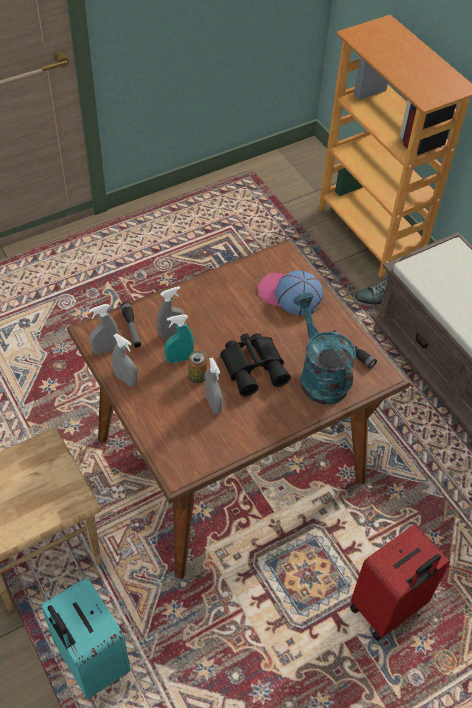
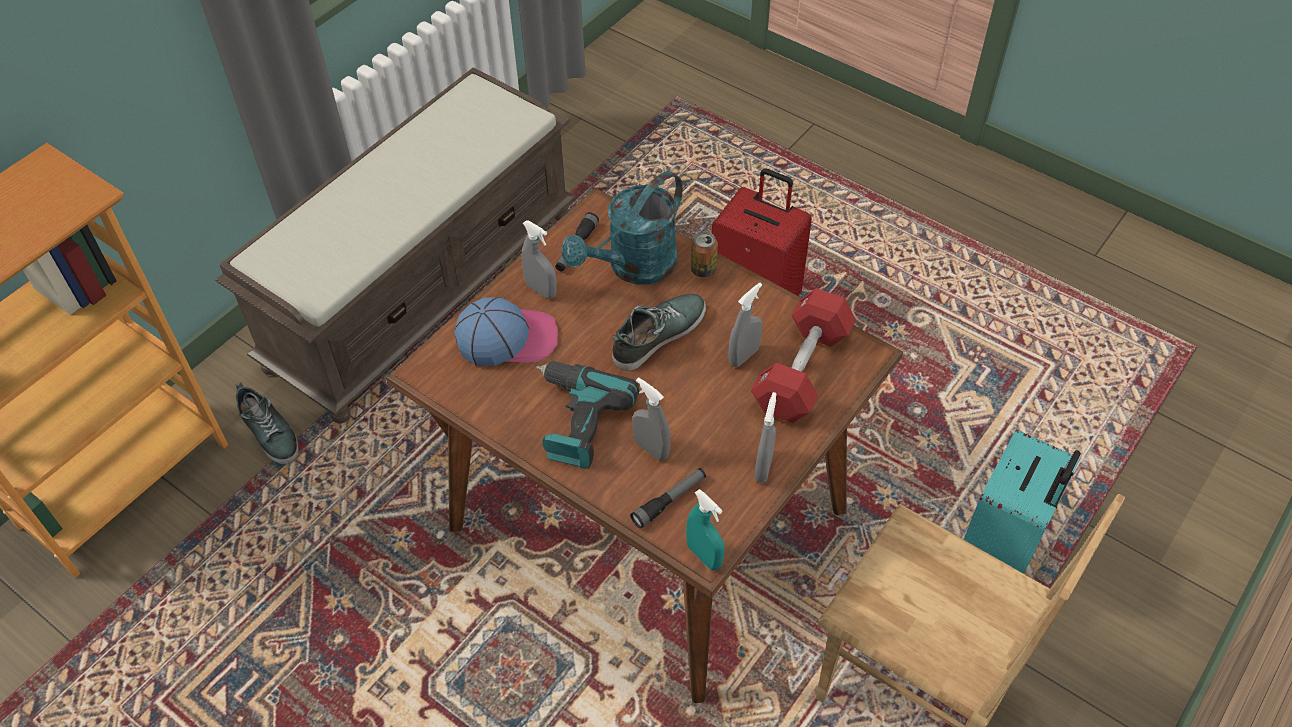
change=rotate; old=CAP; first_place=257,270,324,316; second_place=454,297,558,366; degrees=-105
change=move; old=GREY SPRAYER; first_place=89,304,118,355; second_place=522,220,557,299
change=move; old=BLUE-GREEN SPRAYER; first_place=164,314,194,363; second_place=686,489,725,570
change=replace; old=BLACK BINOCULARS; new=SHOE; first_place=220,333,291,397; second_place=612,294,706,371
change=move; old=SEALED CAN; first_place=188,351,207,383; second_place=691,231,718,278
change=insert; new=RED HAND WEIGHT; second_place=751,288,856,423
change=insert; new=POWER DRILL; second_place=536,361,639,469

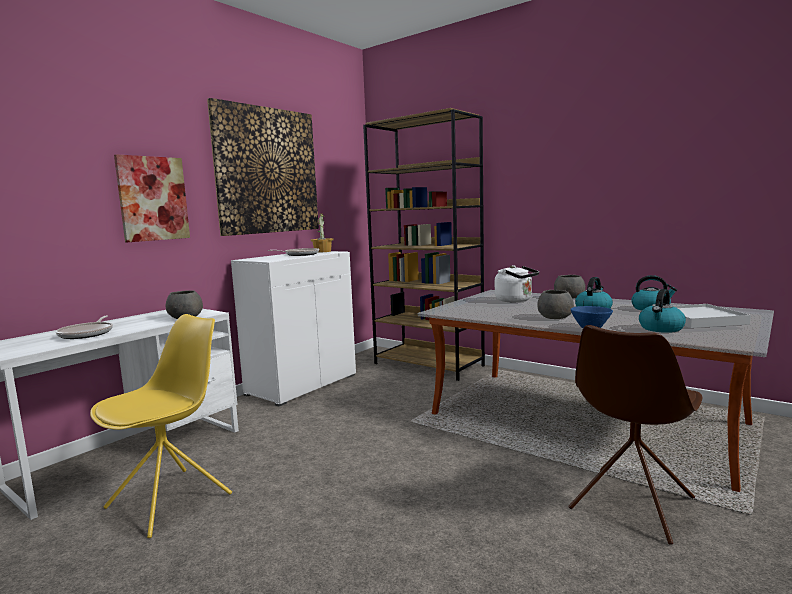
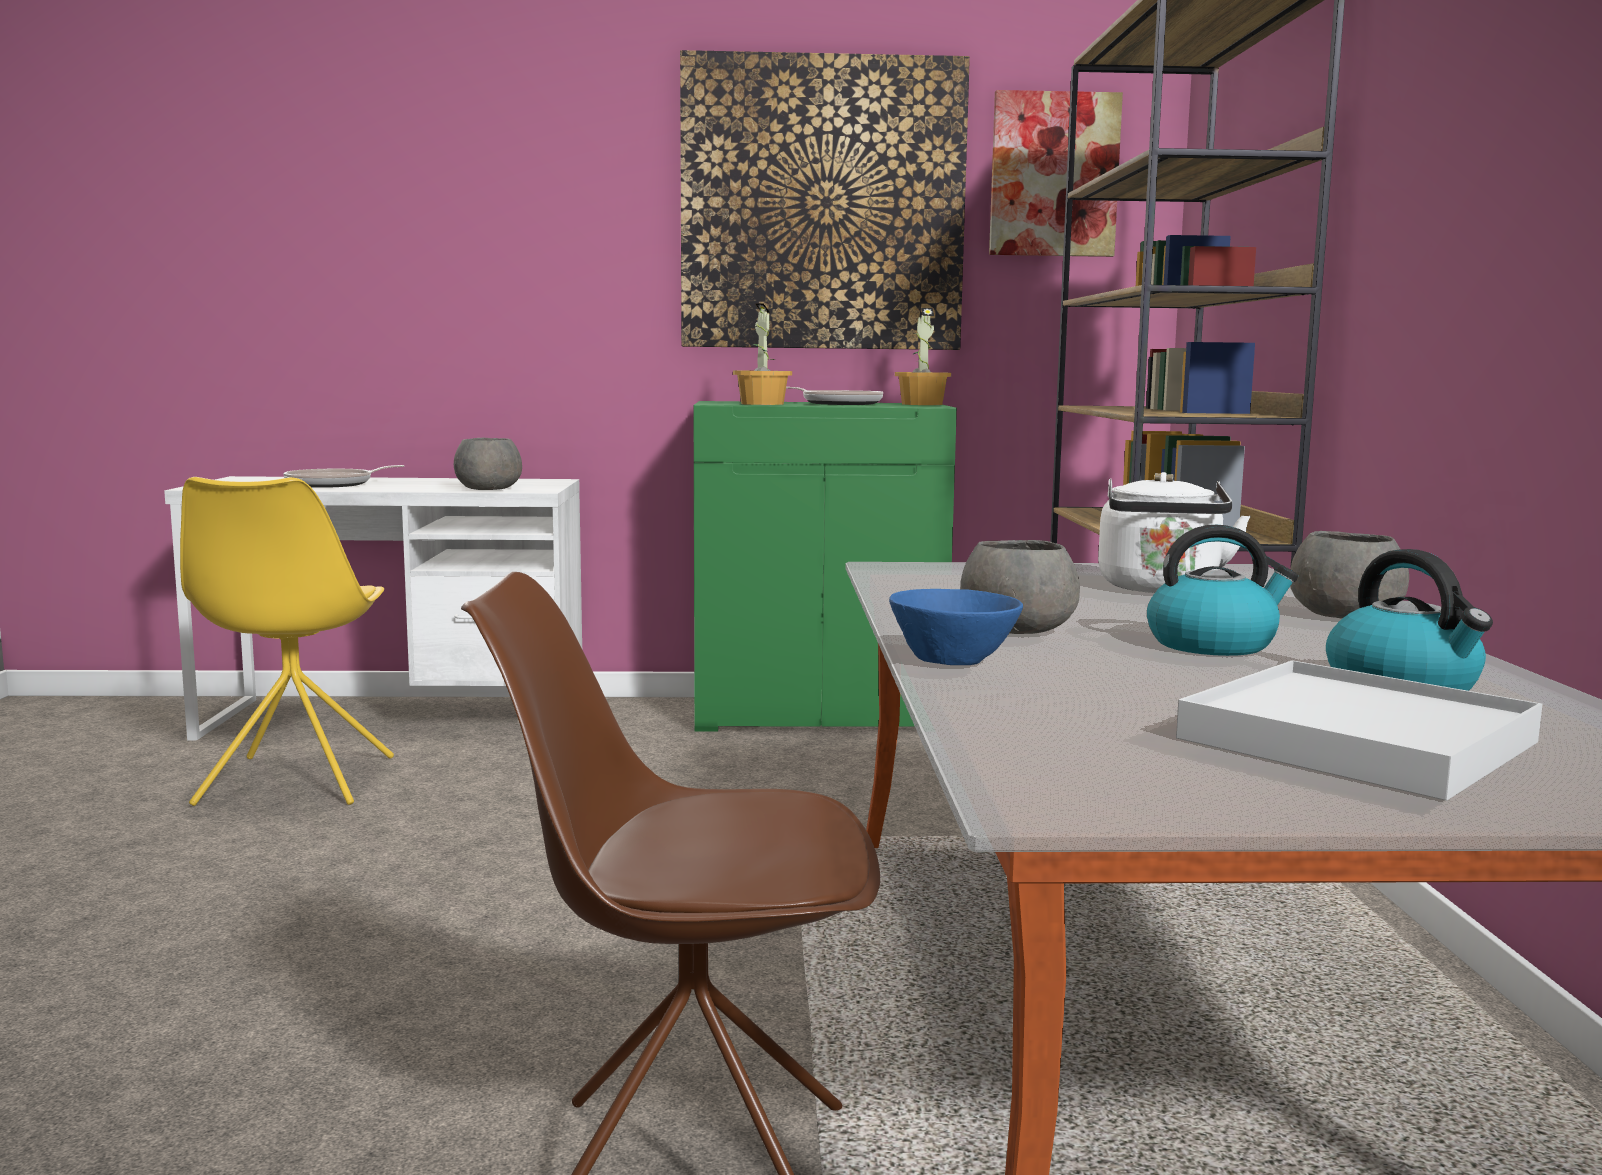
change=move; old=PICTURE; first_place=114,154,190,242; second_place=989,90,1123,257
change=recolor; old=WHITE-COLOURED CUPBOARD; new=GREEN-COLOURED CUPBOARD; first_place=231,251,356,406; second_place=694,401,957,732
change=delete; old=TEA KETTLE; first_place=639,289,686,333
change=rotate; old=YELLOWISH PLAIN CHAIR; first_place=90,314,232,538; second_place=180,477,394,806; degrees=90
change=insert; new=POTTED PLANT; second_place=733,303,792,405

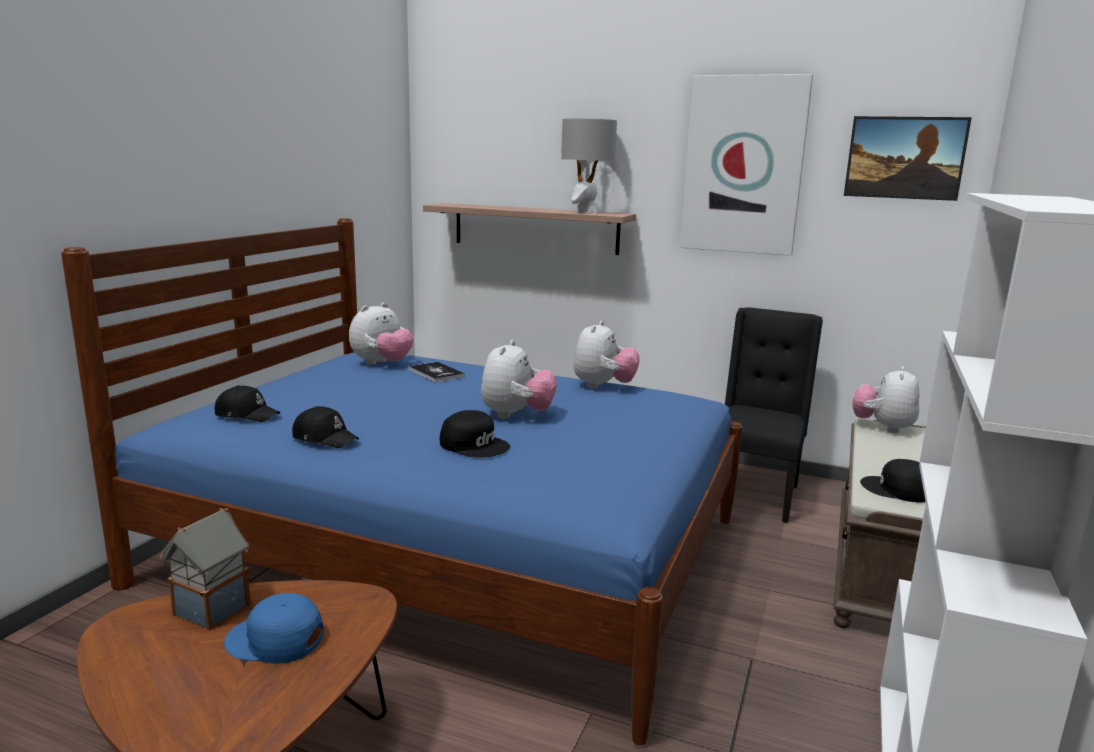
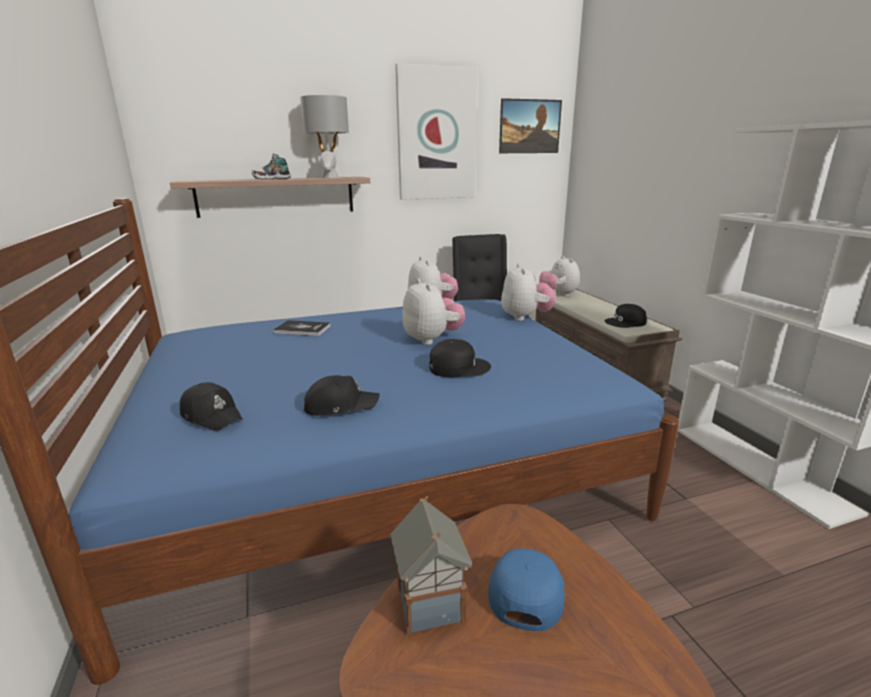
change=move; old=CUDDLY TOY; first_place=349,302,414,365; second_place=501,263,555,321
change=rotate; old=BLACK CAP; first_place=215,385,280,422; second_place=180,382,243,431; degrees=60
change=rotate; old=BLUISH CAP; first_place=224,593,324,664; second_place=488,548,565,631; degrees=135
change=insert; new=SHOE; second_place=252,154,291,180

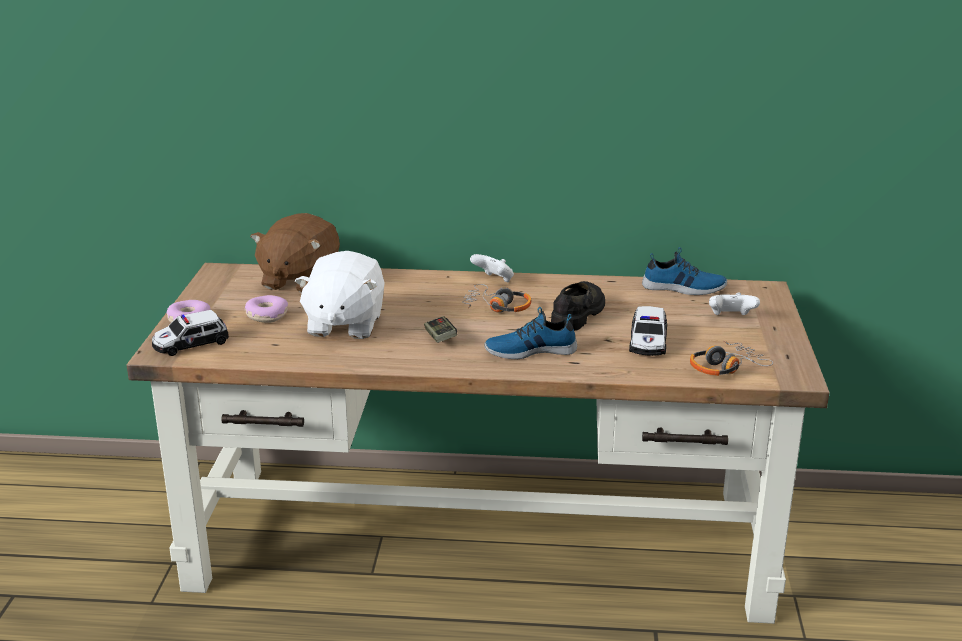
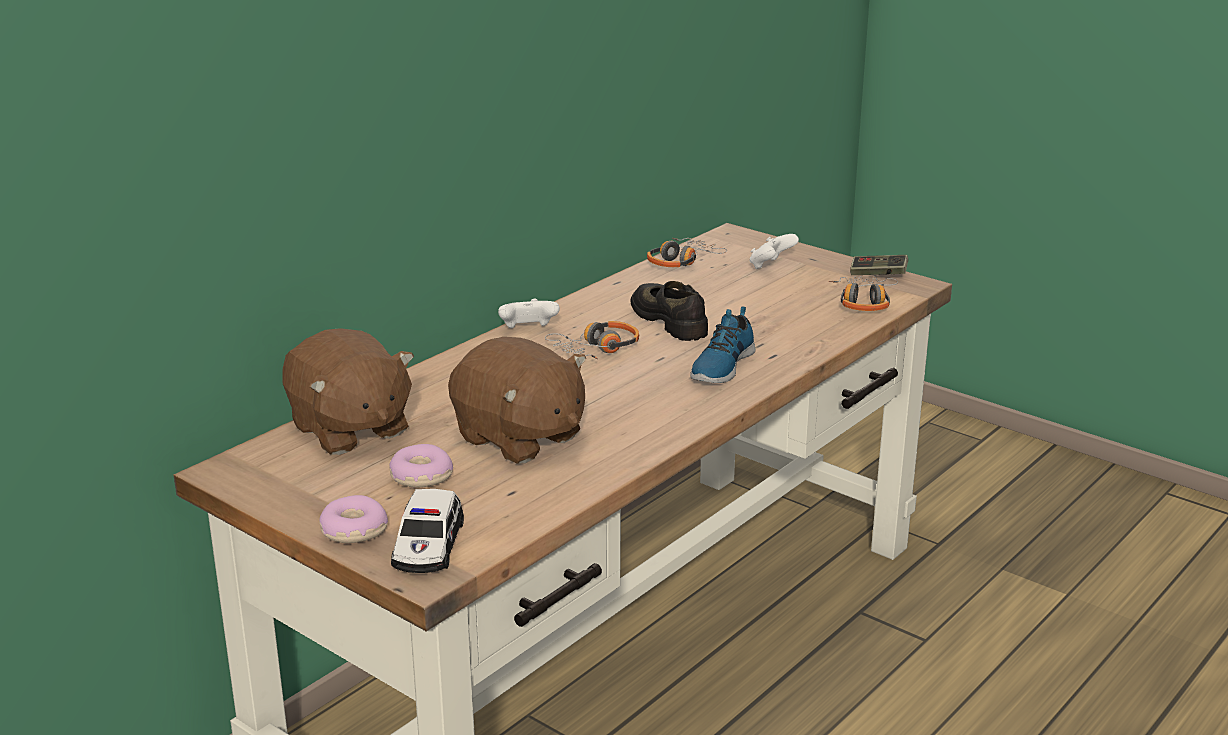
change=replace; old=SHOE; new=HEADSET; first_place=642,247,727,295; second_place=647,238,727,267
change=recolor; old=WHITE-COLOURED CUDDLY TOY; new=BROWN-COLOURED CUDDLY TOY; first_place=294,251,385,339; second_place=448,337,586,464
change=delete; old=MODEL CAR; first_place=629,306,667,356
change=move; old=JOYPAD; first_place=424,316,457,343; second_place=850,255,908,275

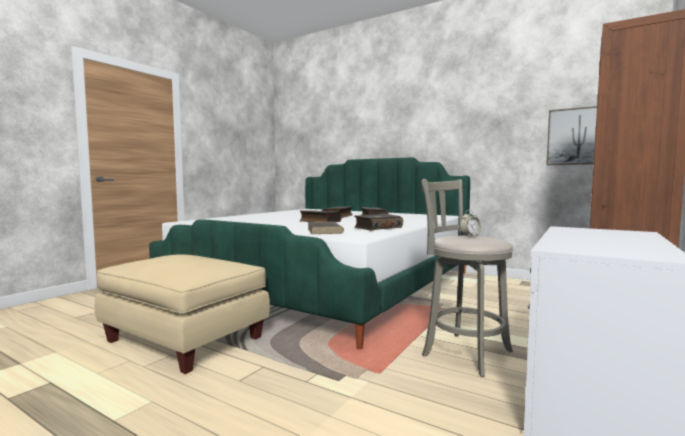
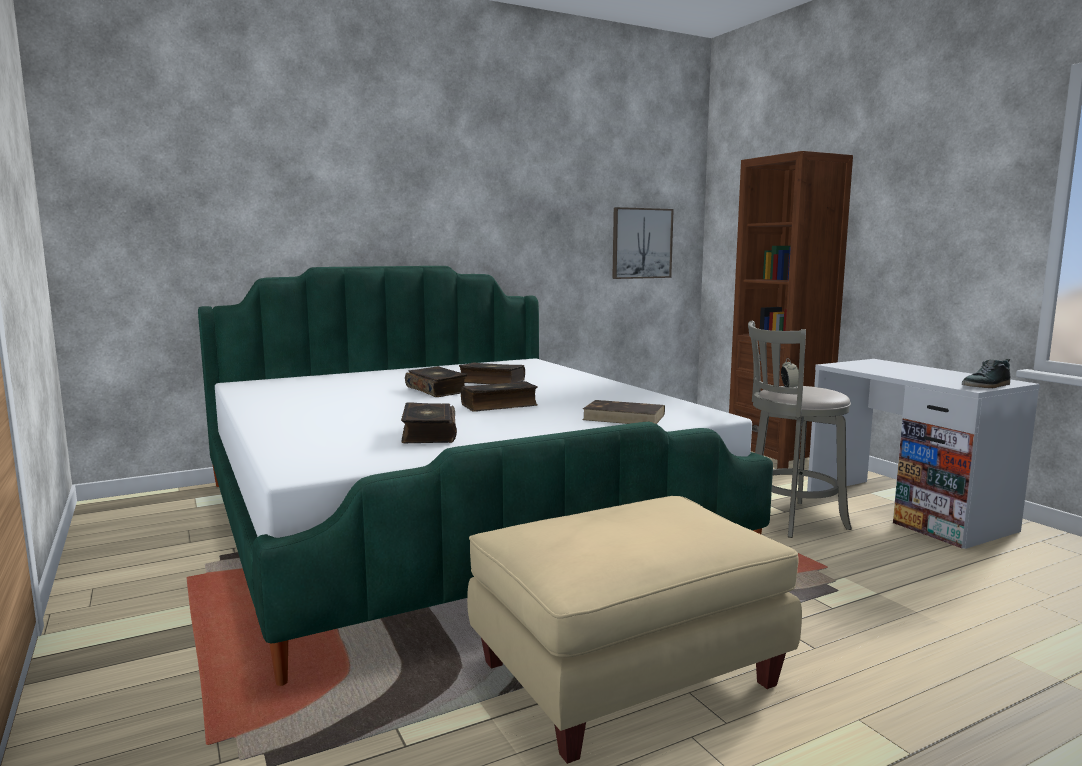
change=move; old=BOUND BOOK; first_place=354,213,403,230; second_place=401,402,457,443
change=insert; new=SHOE; second_place=962,359,1011,388

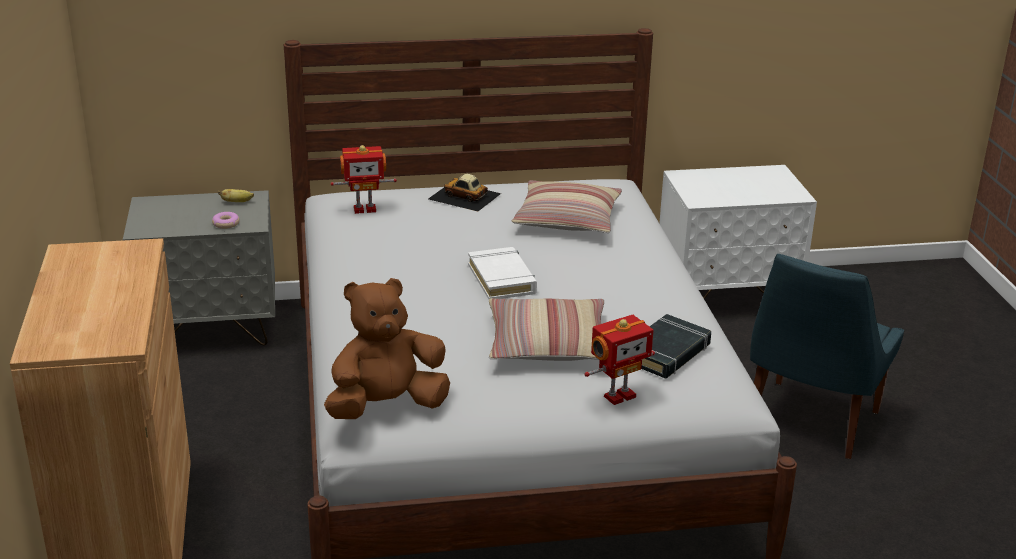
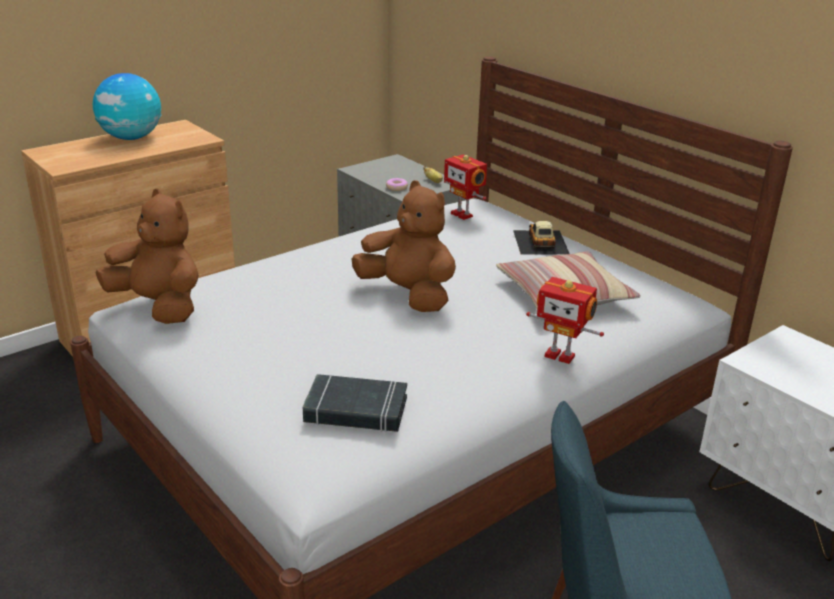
change=replace; old=WHITE-COLOURED BOUND BOOK; new=BROWN-COLOURED CUDDLY TOY; first_place=468,247,537,299; second_place=352,181,456,312
change=delete; old=THROW PILLOW; first_place=489,298,604,361
change=move; old=MODEL ROBOT; first_place=584,315,655,405; second_place=526,277,604,364
change=insert; new=GLOBE; second_place=93,73,162,140

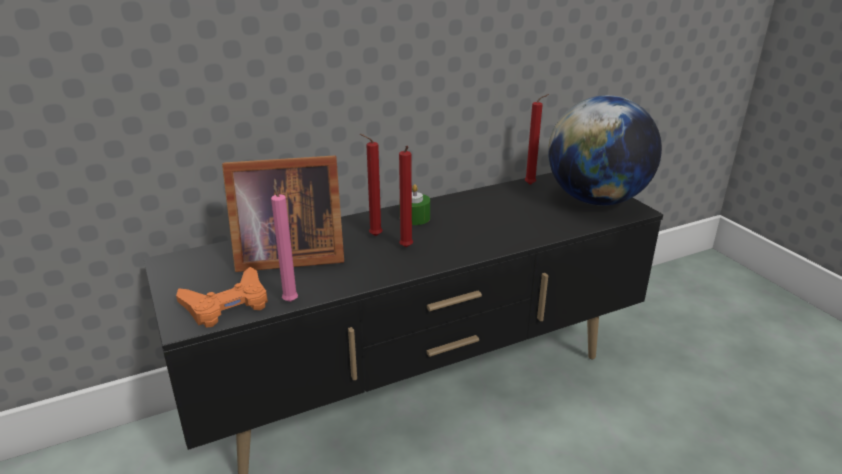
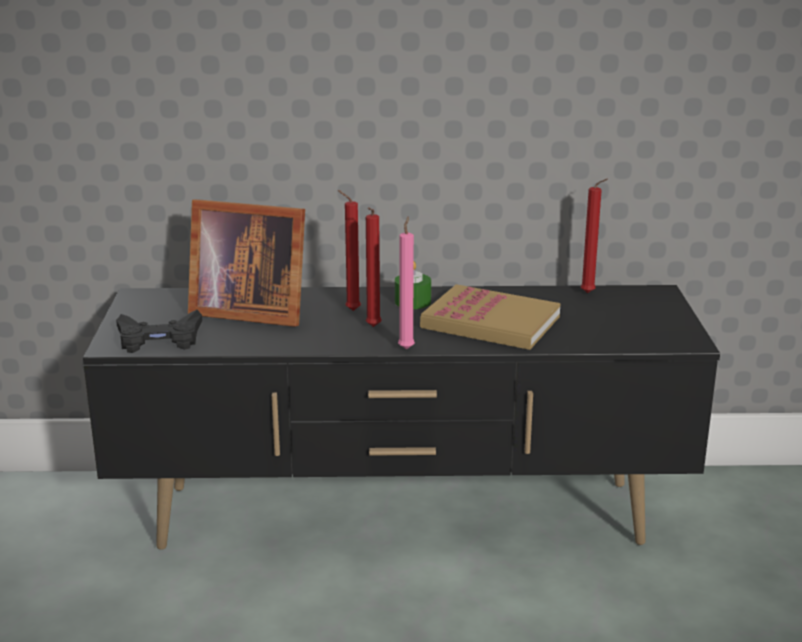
change=delete; old=GLOBE; first_place=548,95,662,206
change=move; old=PINK-COLOURED CANDLE; first_place=271,179,298,302; second_place=398,217,415,349
change=recolor; old=ORANGEY JOYPAD; new=BLACK JOYPAD; first_place=176,267,268,328; second_place=116,310,202,353
change=insert; new=BOUND BOOK; second_place=420,284,560,350

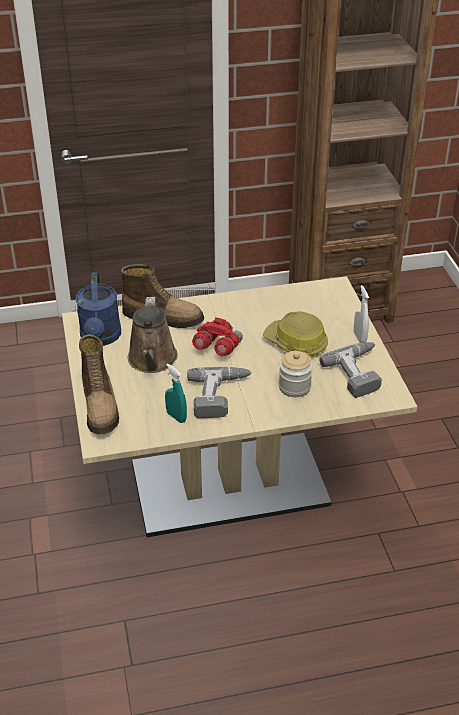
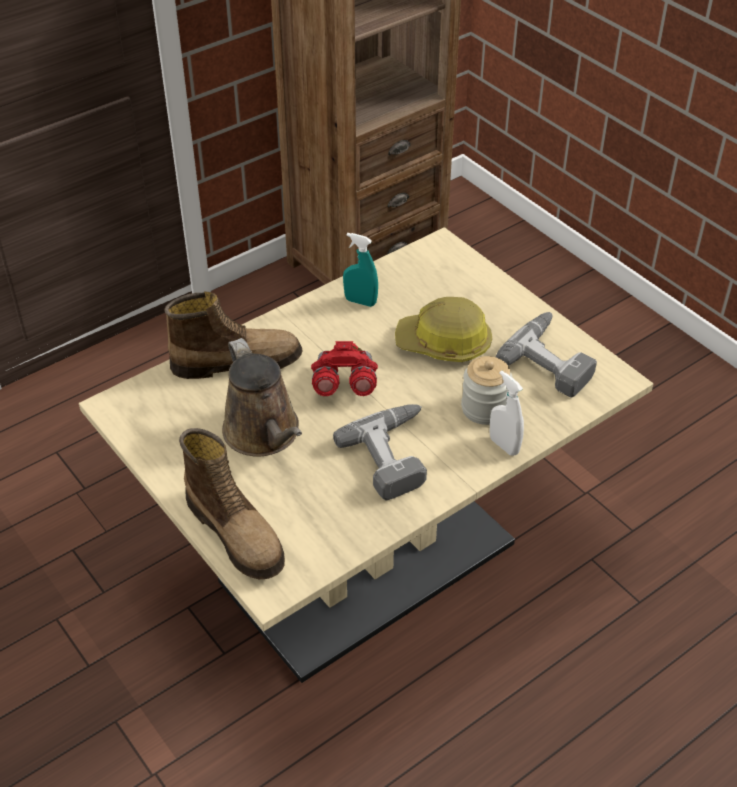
change=delete; old=BLUISH WATERING CAN; first_place=76,272,121,346
change=move; old=WHITE-COLOURED SPRAYER; first_place=354,285,369,343; second_place=490,370,524,456
change=move; old=BLUE-GREEN SPRAYER; first_place=165,363,187,423; second_place=343,233,378,307

